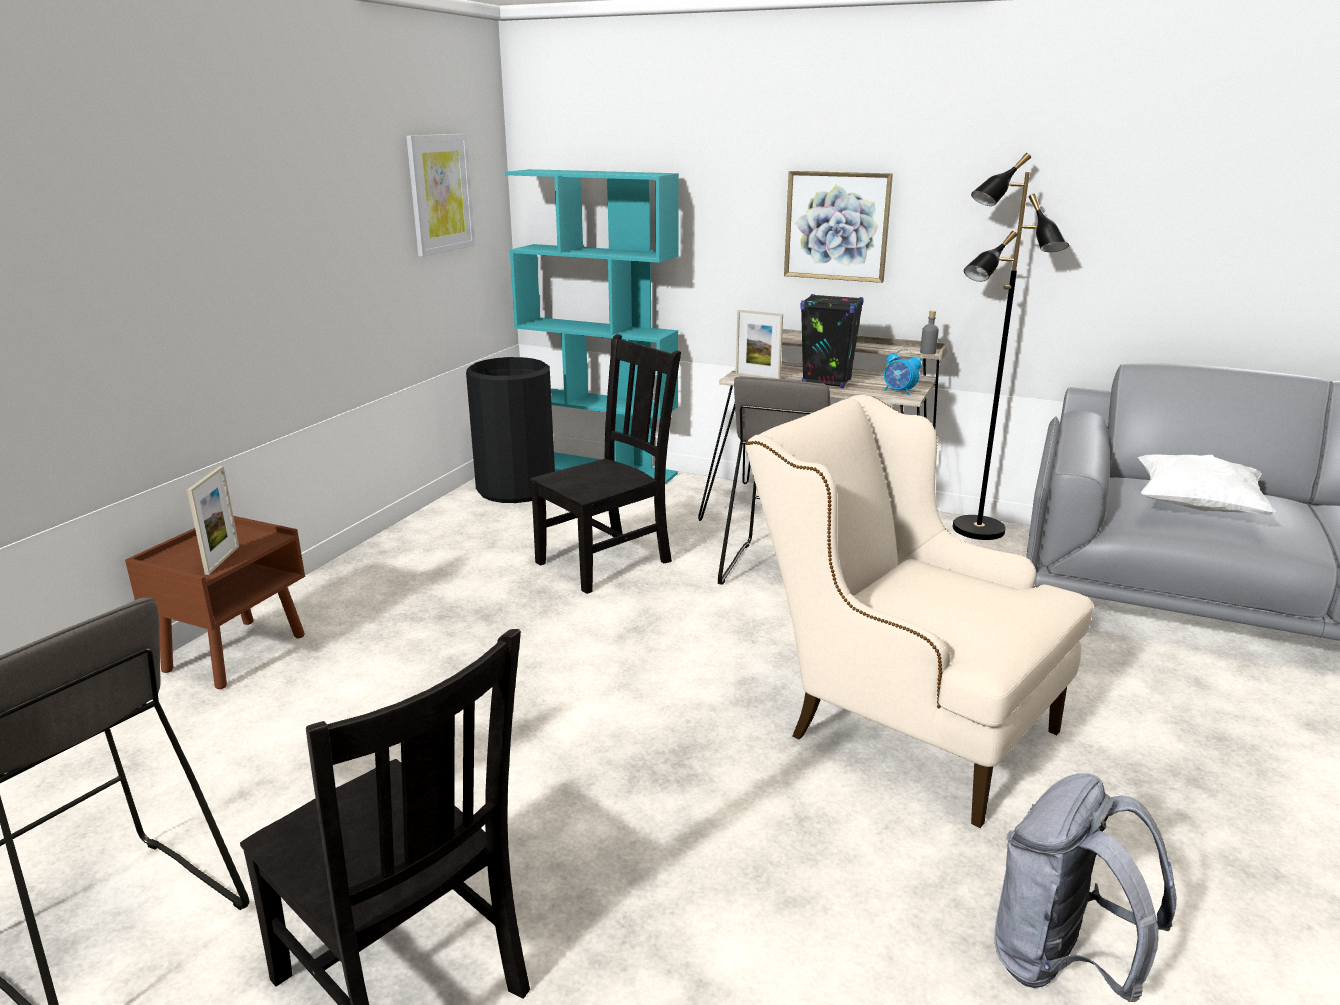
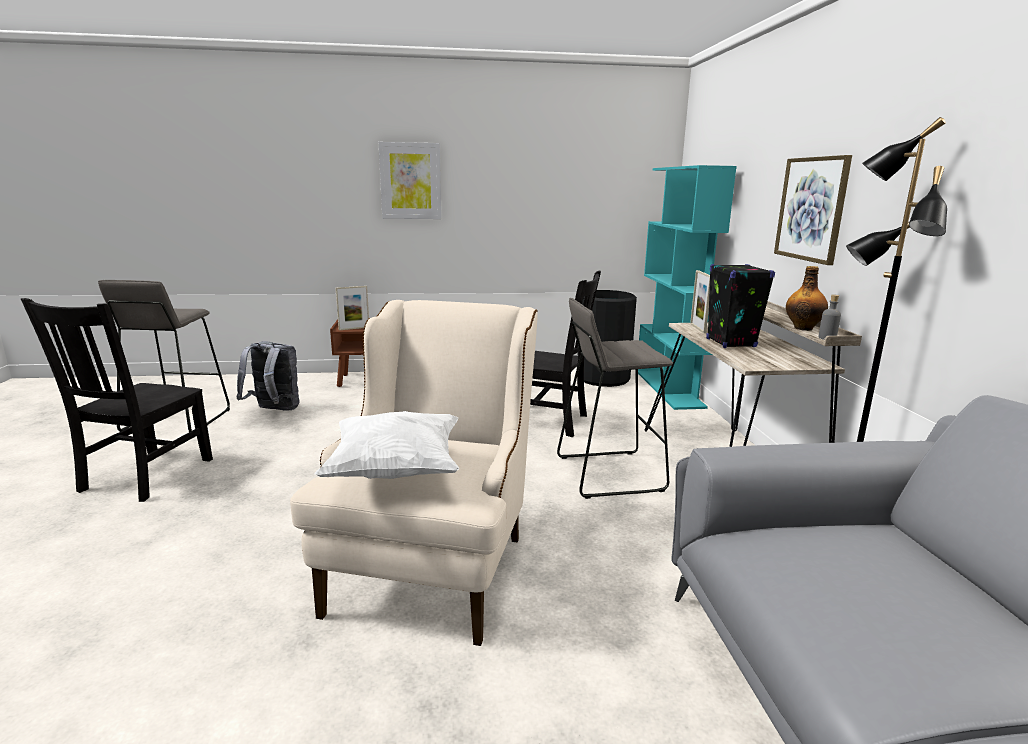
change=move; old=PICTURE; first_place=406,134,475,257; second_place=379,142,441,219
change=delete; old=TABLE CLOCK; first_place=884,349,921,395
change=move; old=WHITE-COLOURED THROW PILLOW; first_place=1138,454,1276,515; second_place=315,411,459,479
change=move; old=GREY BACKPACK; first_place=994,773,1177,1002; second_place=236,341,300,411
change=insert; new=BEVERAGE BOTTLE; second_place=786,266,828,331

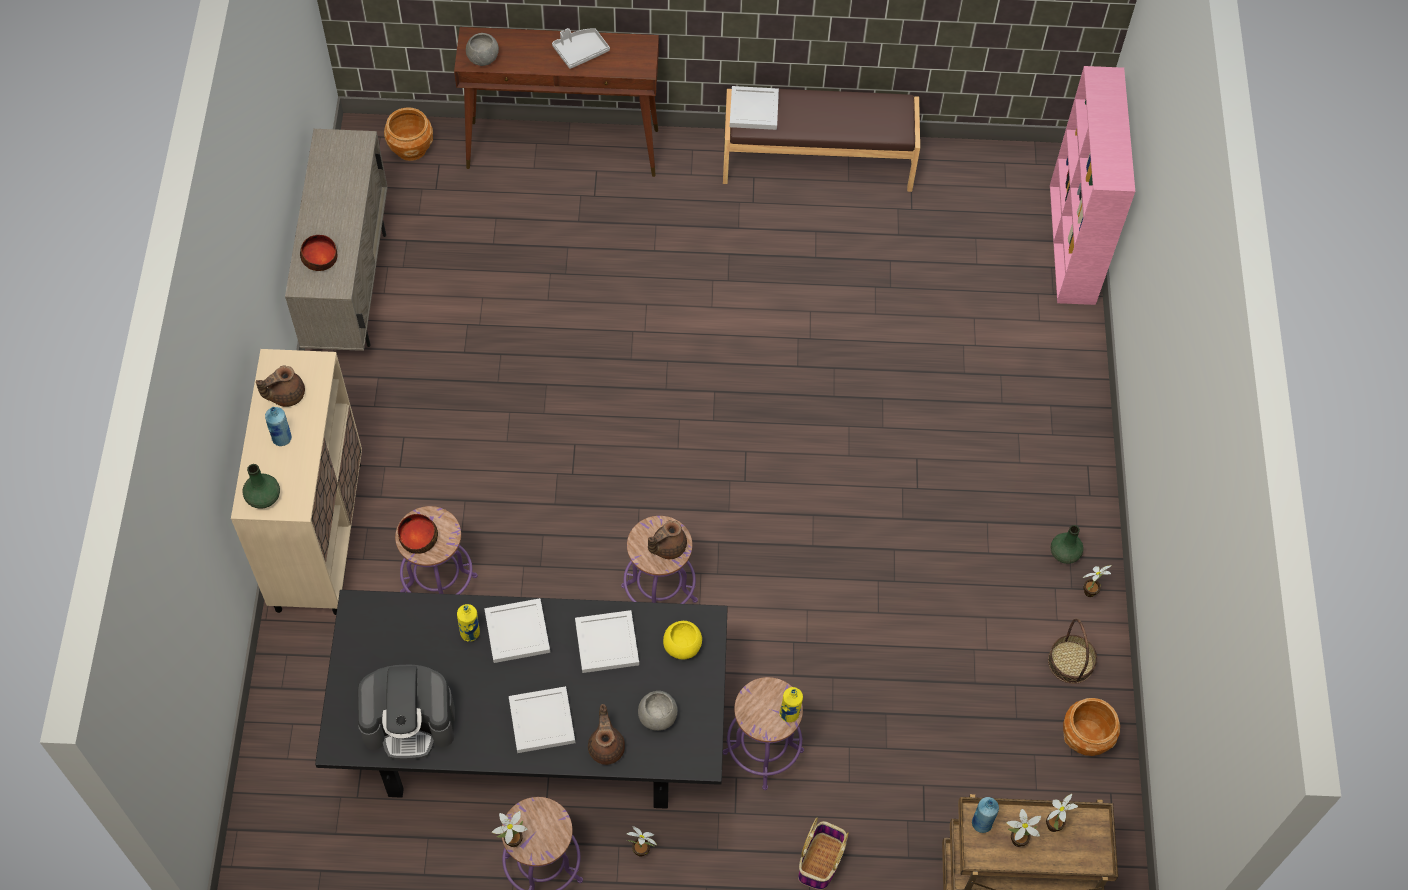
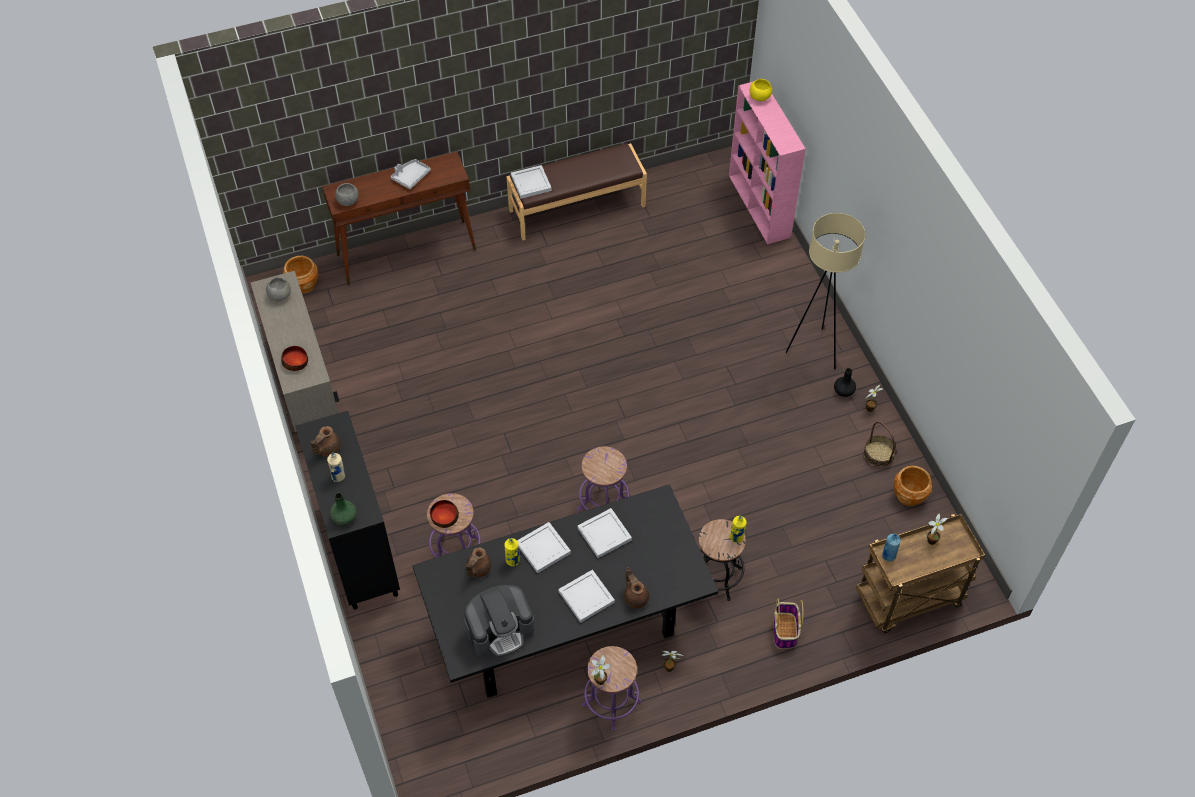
change=recolor; old=BEIGE CUPBOARD; new=BLACK CUPBOARD; first_place=231,349,362,615; second_place=295,411,400,610
change=recolor; old=BLUISH BEVERAGE BOTTLE; new=BEIGE BEVERAGE BOTTLE; first_place=265,407,292,446; second_place=327,453,345,482
change=move; old=BROWN-COLOURED POT FOR TEA; first_place=648,520,687,559; second_place=466,547,492,577
change=recolor; old=GREEN-COLOURED DECORATIVE VASE; new=BLACK DECORATIVE VASE; first_place=1051,525,1084,564; second_place=834,368,856,397
change=move; old=YELLOWISH DEEP DISH; first_place=663,621,702,659; second_place=750,79,772,101
change=recolor; old=PURPLE STOOL; new=BLACK STOOL; first_place=723,677,804,790; second_place=699,519,746,601
change=move; old=GREY DEEP DISH; first_place=638,691,678,731; second_place=266,277,291,301
change=delete; old=POTTED PLANT; first_place=1006,809,1041,847
change=insert; new=BEIGE STANDARD LAMP; second_place=785,213,865,370

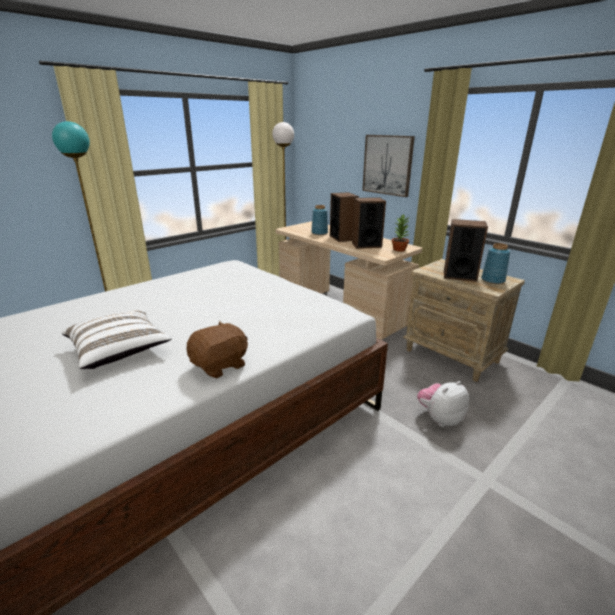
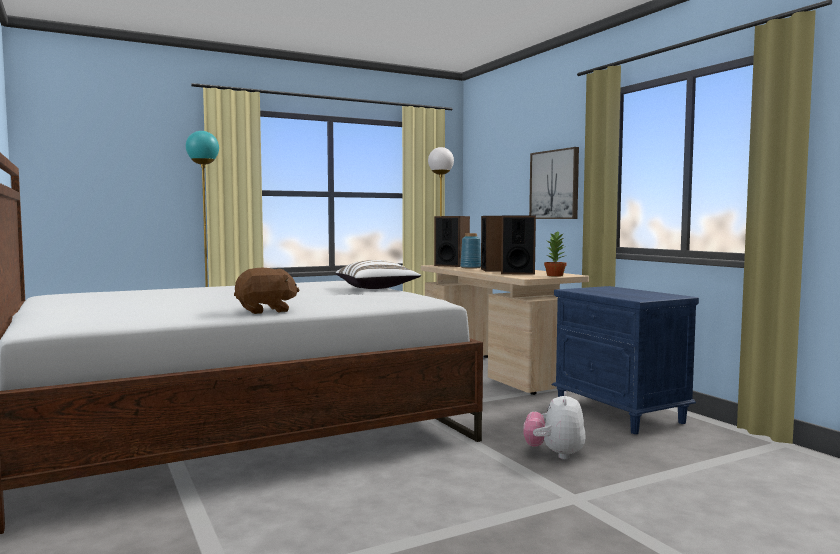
change=move; old=AUDIO SPEAKER; first_place=444,219,488,282; second_place=434,216,470,267
change=delete; old=BLUISH DECORATIVE VASE; first_place=481,243,510,284
change=recolor; old=BEIGE NIGHT TABLE; new=BLUISH NIGHT TABLE; first_place=403,259,525,382; second_place=552,286,699,434
change=move; old=WHITE-COLOURED THROW PILLOW; first_place=62,310,172,369; second_place=336,260,421,289
change=rotate; old=CUDDLY TOY; first_place=417,381,469,427; second_place=523,391,586,459; degrees=-60

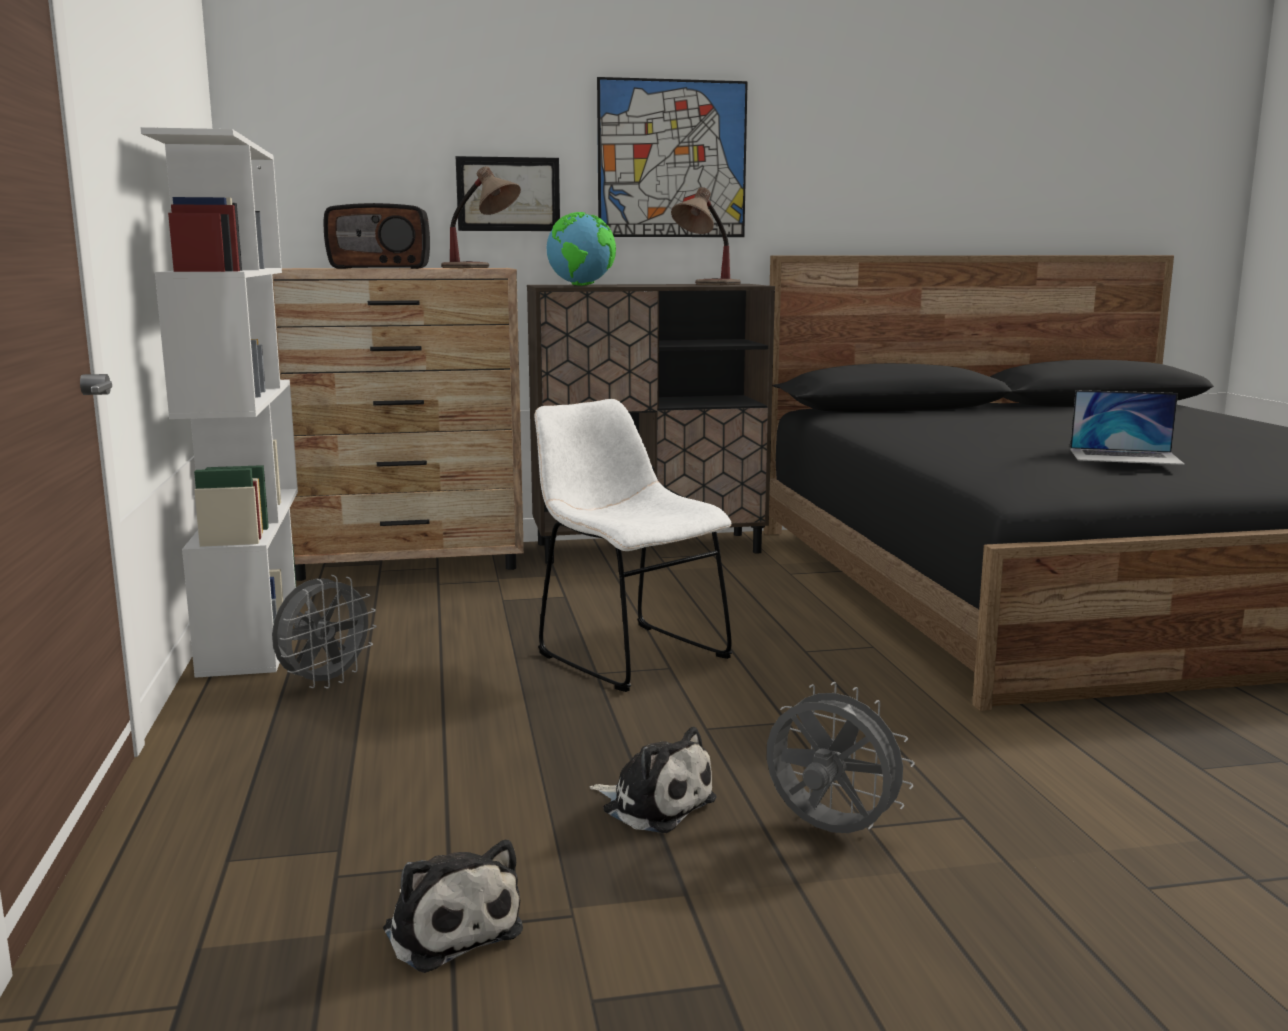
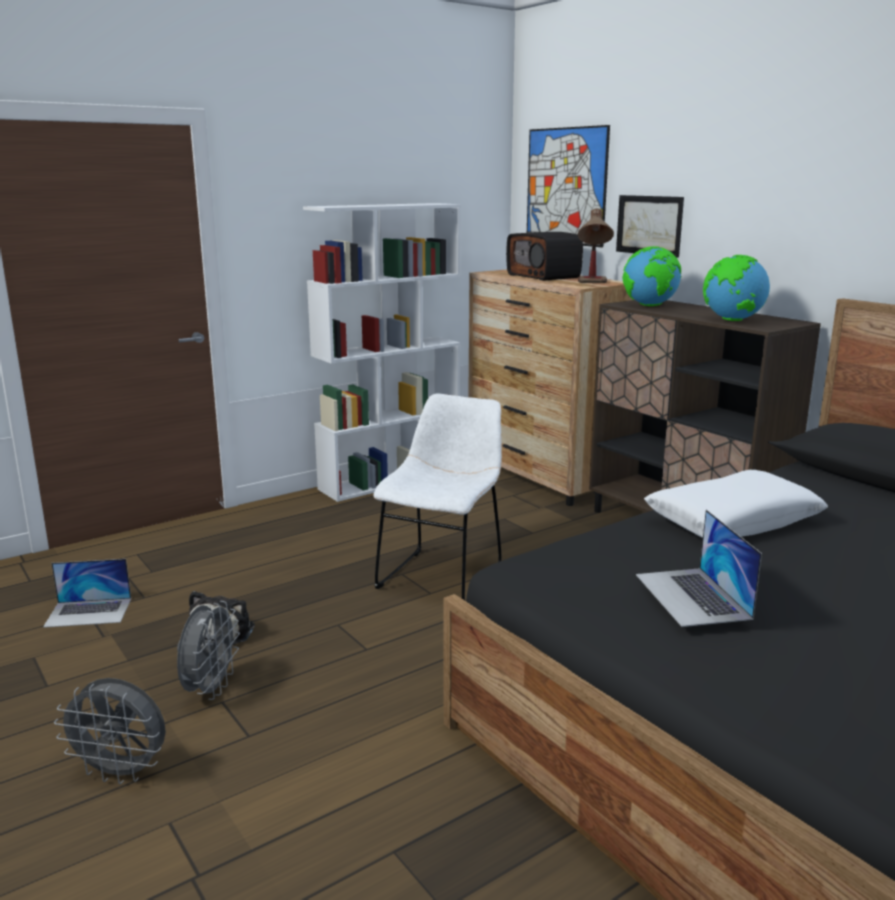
change=move; old=PICTURE; first_place=597,77,748,237; second_place=527,125,610,247
change=replace; old=TABLE LAMP; new=GLOBE; first_place=671,187,741,285; second_place=703,255,770,321
change=move; old=GREY COOLING FAN; first_place=272,575,377,689; second_place=54,678,166,784
change=replace; old=CUDDLY TOY; new=PORTABLE COMPUTER; first_place=383,840,523,973; second_place=43,559,131,628
change=insert; new=WHITE-COLOURED THROW PILLOW; second_place=644,470,828,538

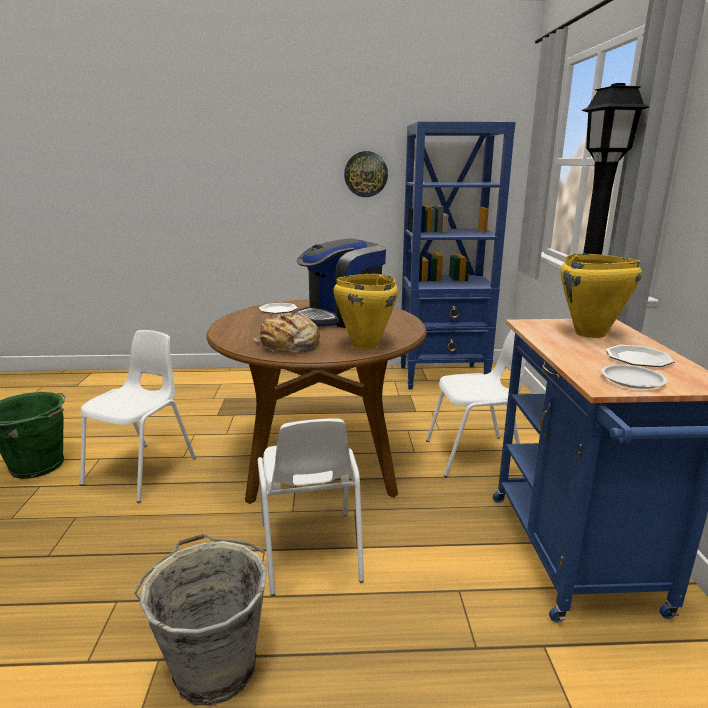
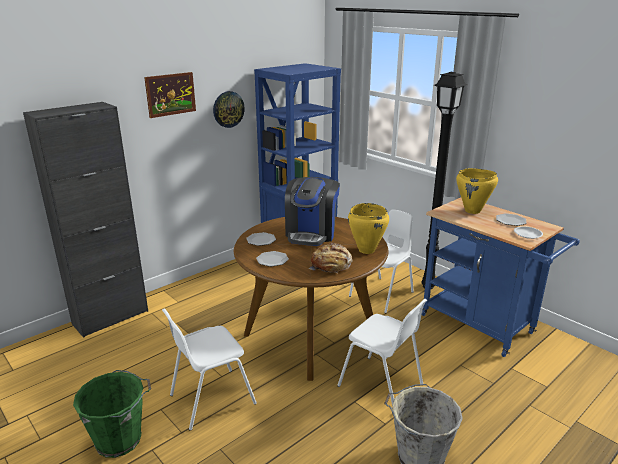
change=rotate; old=WHITE-COLOURED PLAIN CHAIR; first_place=80,330,196,503; second_place=162,309,257,431; degrees=-105
change=insert; new=PICTURE; second_place=144,72,196,118
change=insert; new=BLACK CUPBOARD; second_place=23,102,148,338
change=insert; new=PLATE; second_place=256,251,289,267

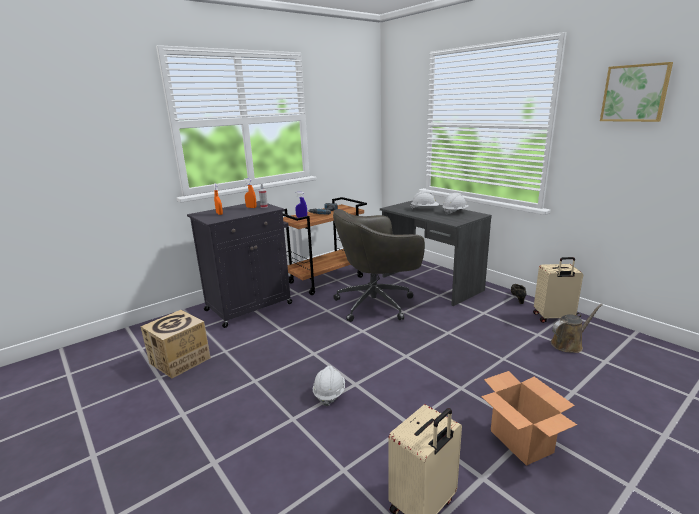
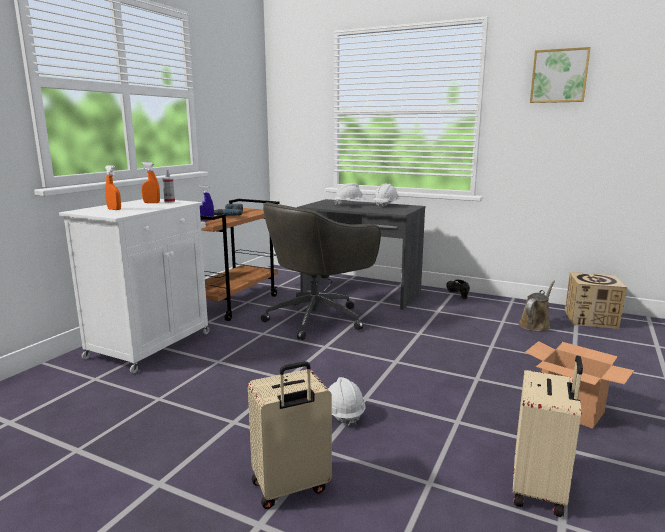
change=recolor; old=BLACK CUPBOARD; new=WHITE-COLOURED CUPBOARD; first_place=187,201,292,328; second_place=59,199,210,373
change=move; old=BEIGE SUITCASE; first_place=533,257,583,323; second_place=248,361,332,509
change=move; old=CARTON; first_place=140,310,211,378; second_place=565,272,627,329

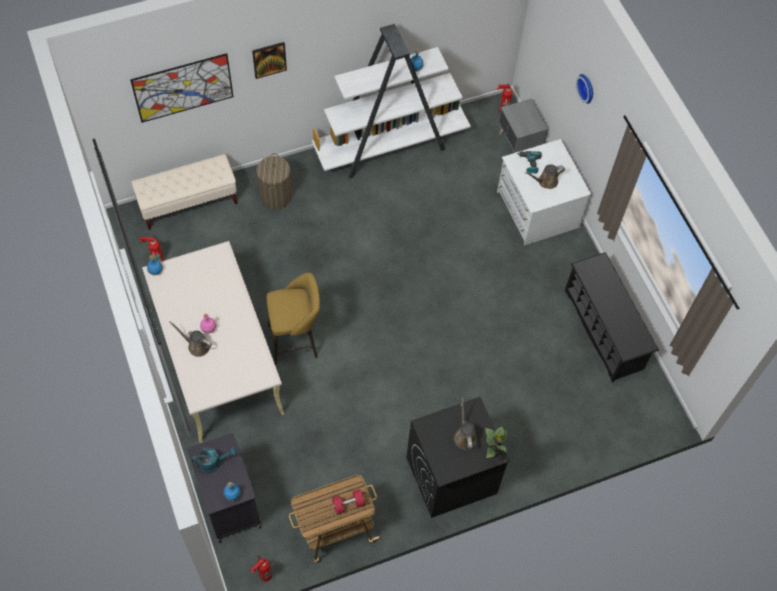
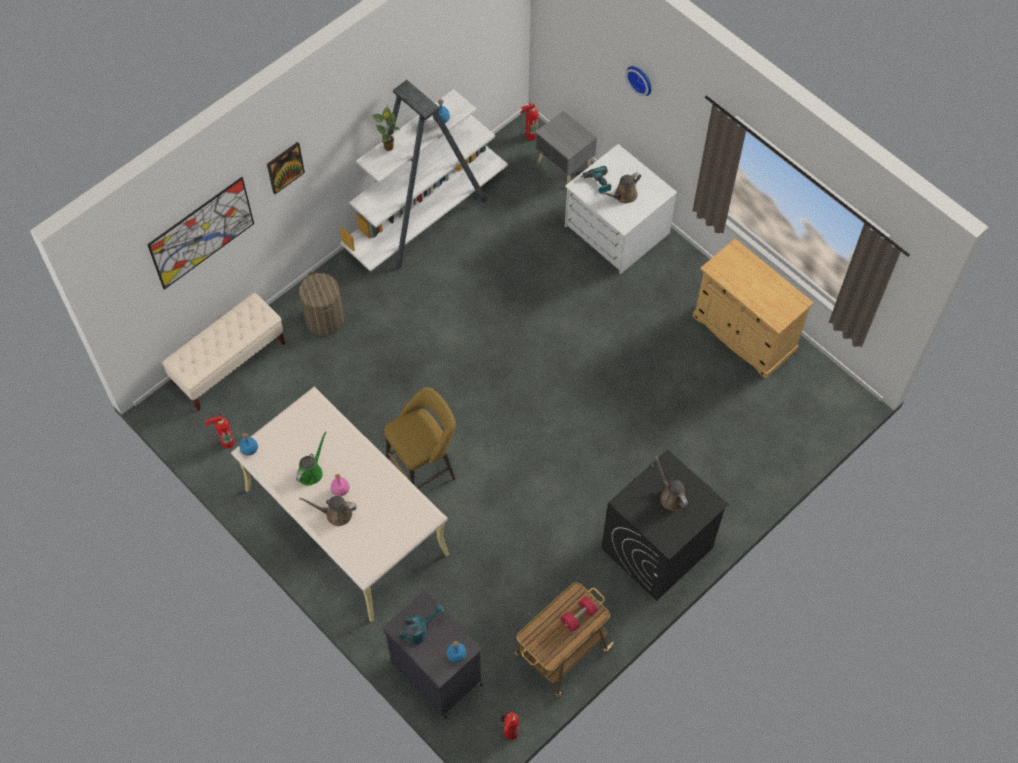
change=replace; old=BLACK SHOE STAND; new=BEIGE CUPBOARD; first_place=565,252,659,383; second_place=692,239,814,379
change=move; old=POTTED PLANT; first_place=485,426,507,458; second_place=372,106,400,151
change=insert; new=GREEN-COLOURED WATERING CAN; second_place=296,432,327,486

